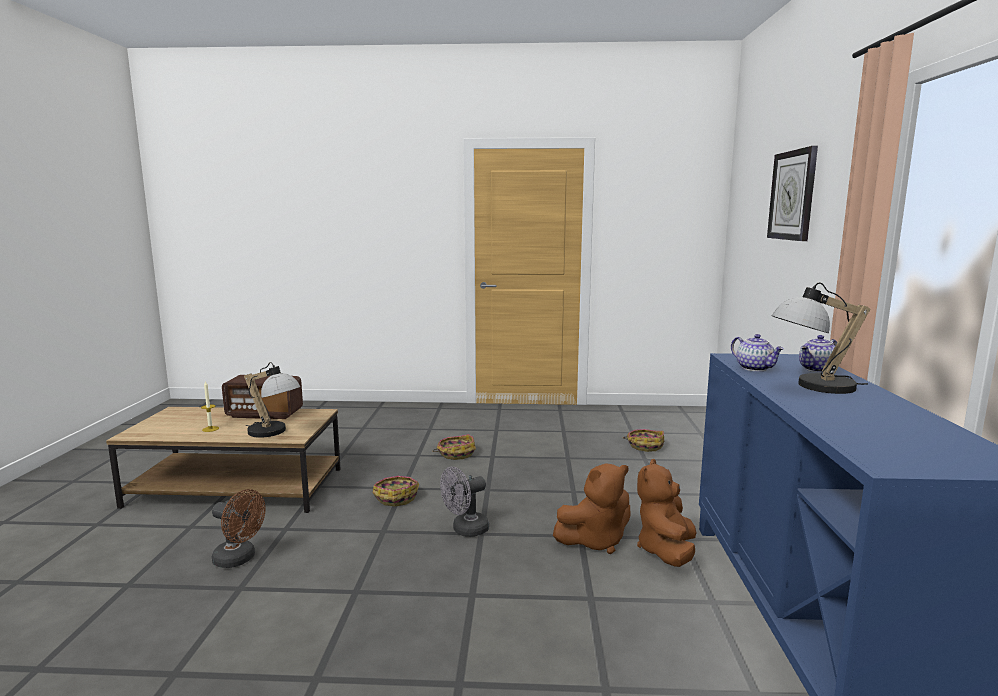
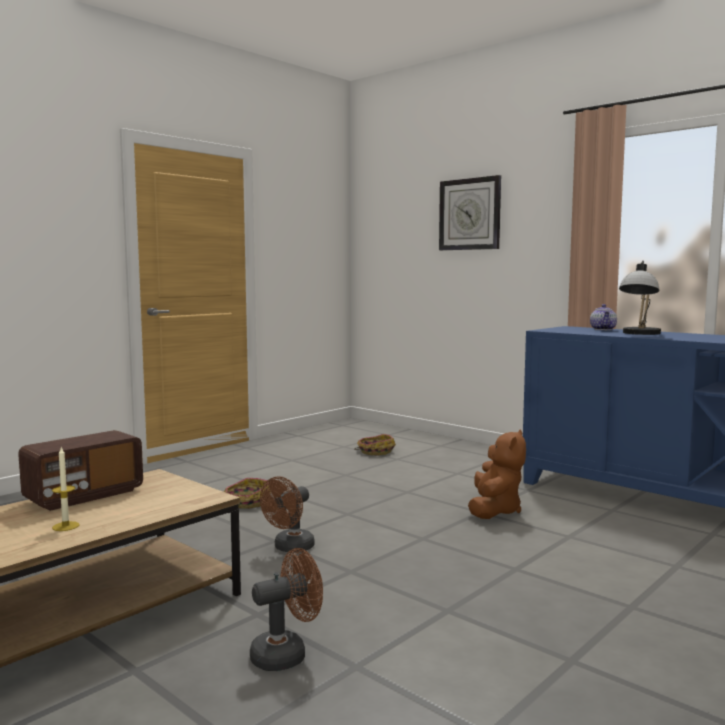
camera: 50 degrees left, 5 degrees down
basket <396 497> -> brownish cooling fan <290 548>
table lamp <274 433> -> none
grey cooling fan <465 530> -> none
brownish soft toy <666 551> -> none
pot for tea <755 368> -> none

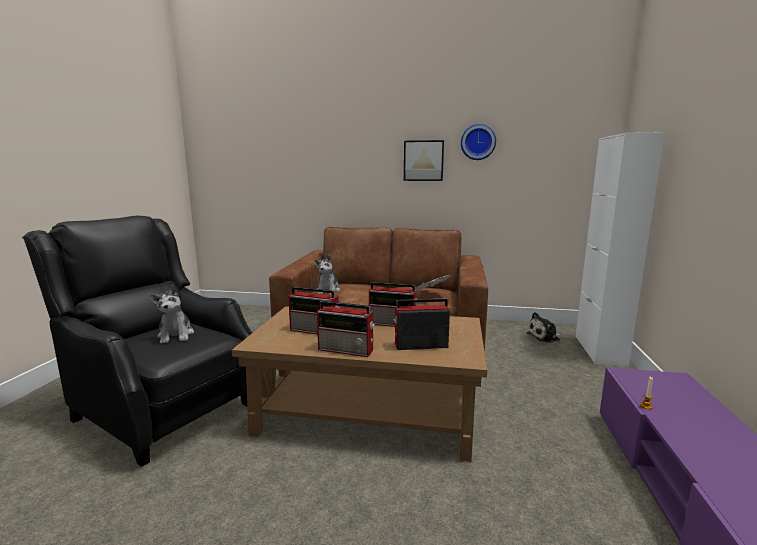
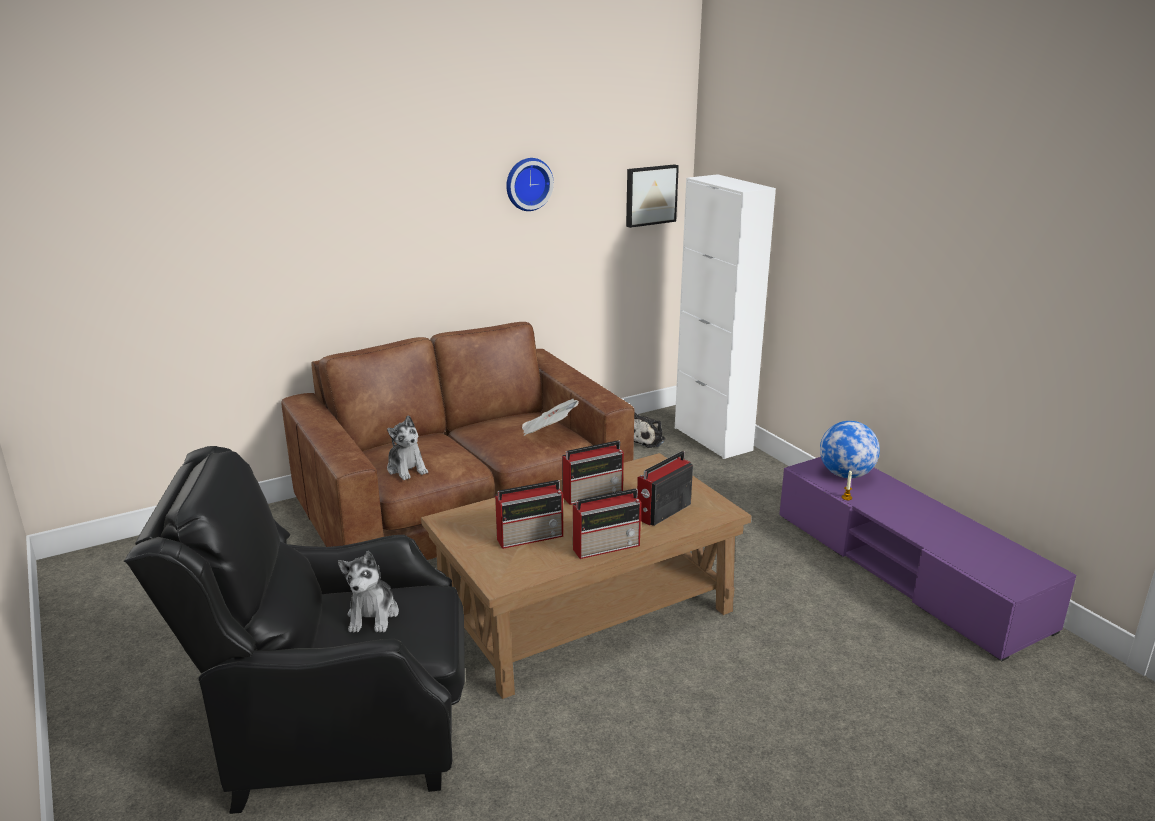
camera: 40 degrees left, 10 degrees up
soft toy <176 335> -> soft toy <373 615>, 60 degrees clockwise
wall picture <423 160> -> wall picture <650 195>, moved
none -> desk globe <846 475>

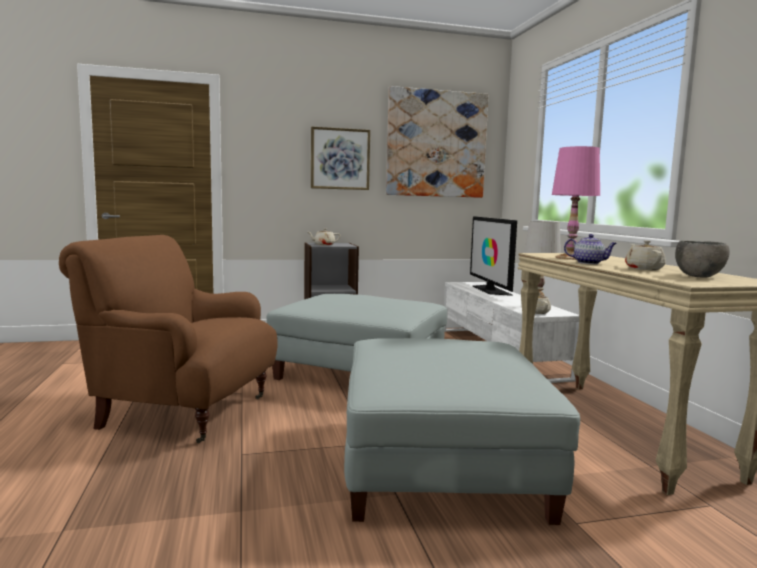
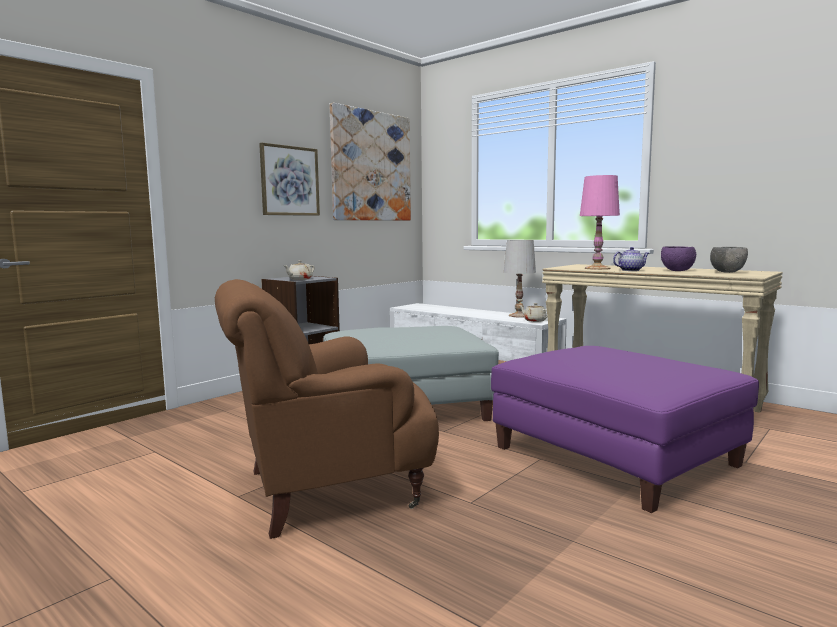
camera: 35 degrees left, 0 degrees up
grey footrest <439 464> -> purplish footrest <613 456>
sand-coloured pot for tea <643 269> -> purplish bowl <677 271>
TV <490 290> -> none

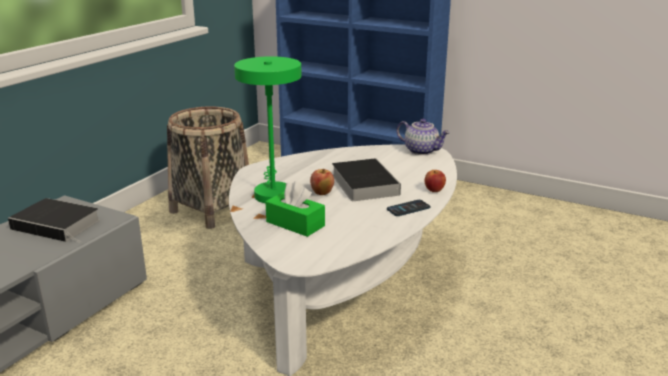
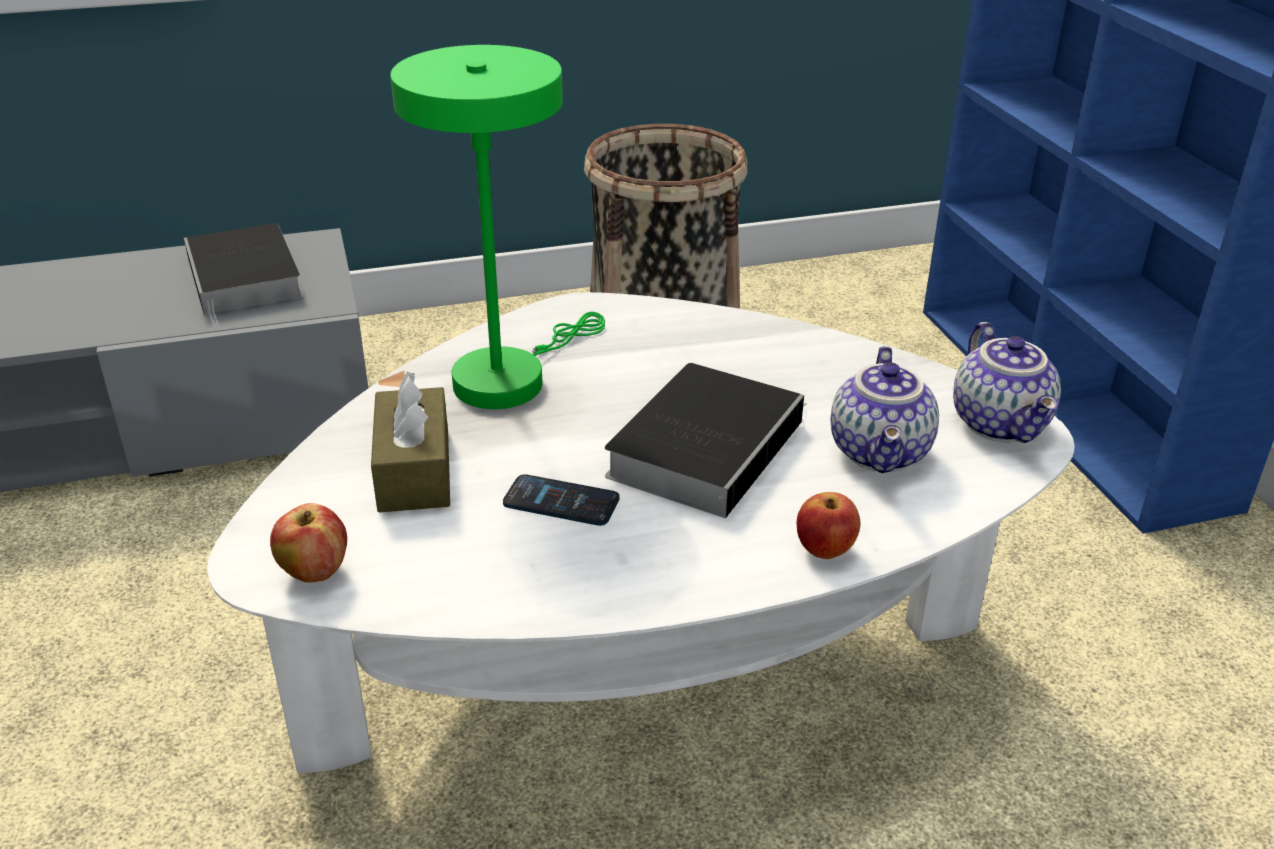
camera: 45 degrees right, 10 degrees up
whole apple <322 193> -> whole apple <314 572>, moved
green tissue holder <295 224> -> brownish tissue holder <414 471>
phone <408 208> -> phone <561 502>, moved
none -> pot for tea <882 453>

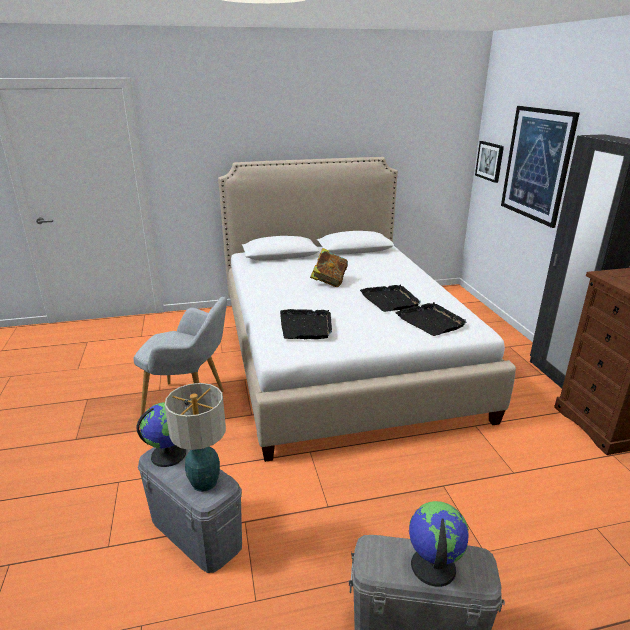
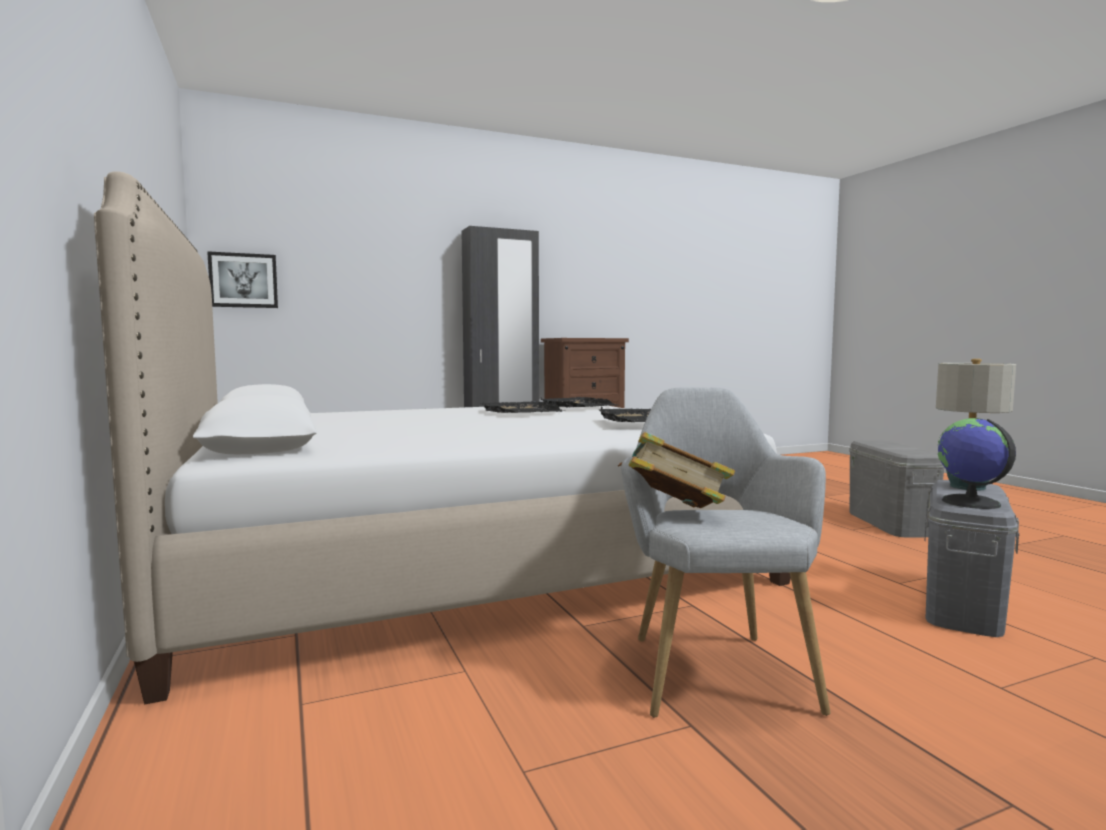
camera: 100 degrees left, 20 degrees down
bound book <329 282> -> bound book <672 514>, moved
desk globe <432 566> -> none
wall picture <536 164> -> none

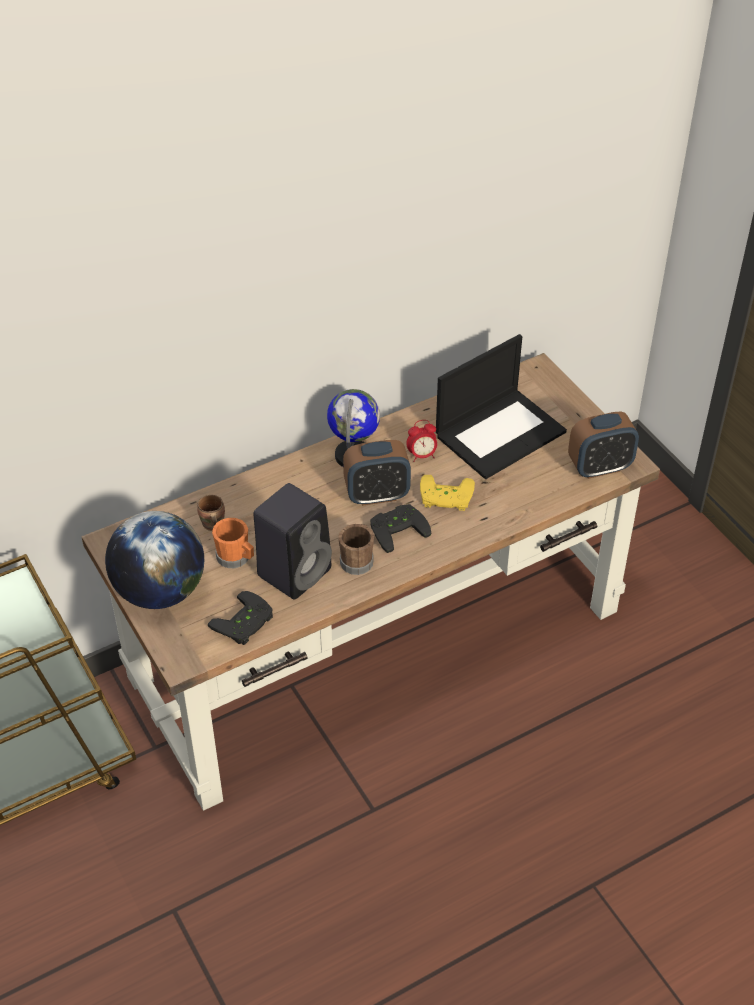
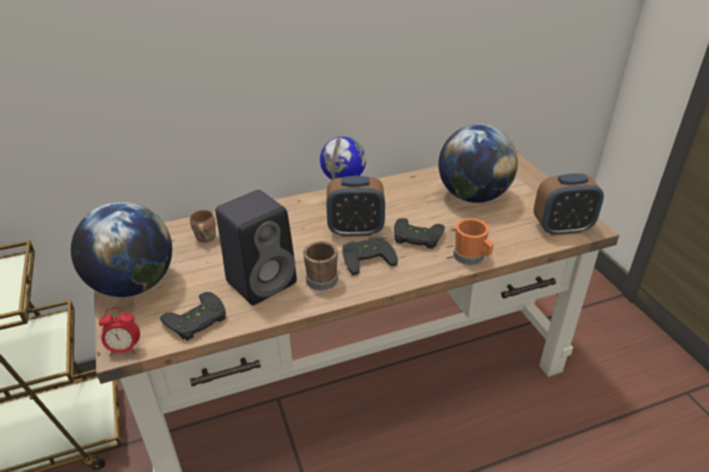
camera: 10 degrees right, 10 degrees down
alarm clock <422 455> -> alarm clock <124 349>, moved
yellow gamepad <445 498> -> black-coloured gamepad <416 238>
portable computer <500 432> -> desk globe <473 196>
orange-coloured tea mug <236 558> -> orange-coloured tea mug <471 257>, moved

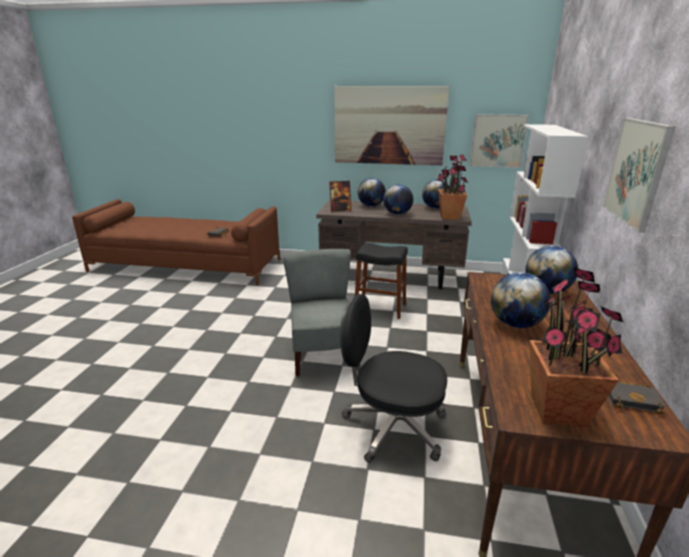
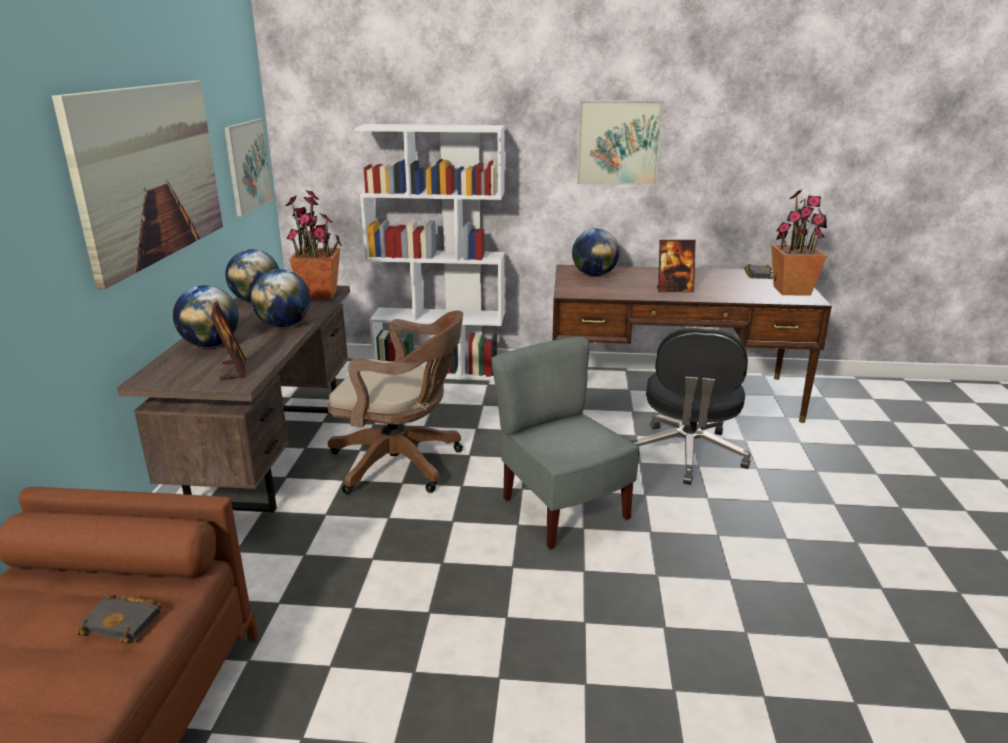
camera: 95 degrees left, 0 degrees up
black-coloured stool <380 308> -> brownish office chair <402 464>
grey chair <323 355> -> grey chair <562 510>, 75 degrees clockwise
desk globe <515 324> -> photo frame <674 290>

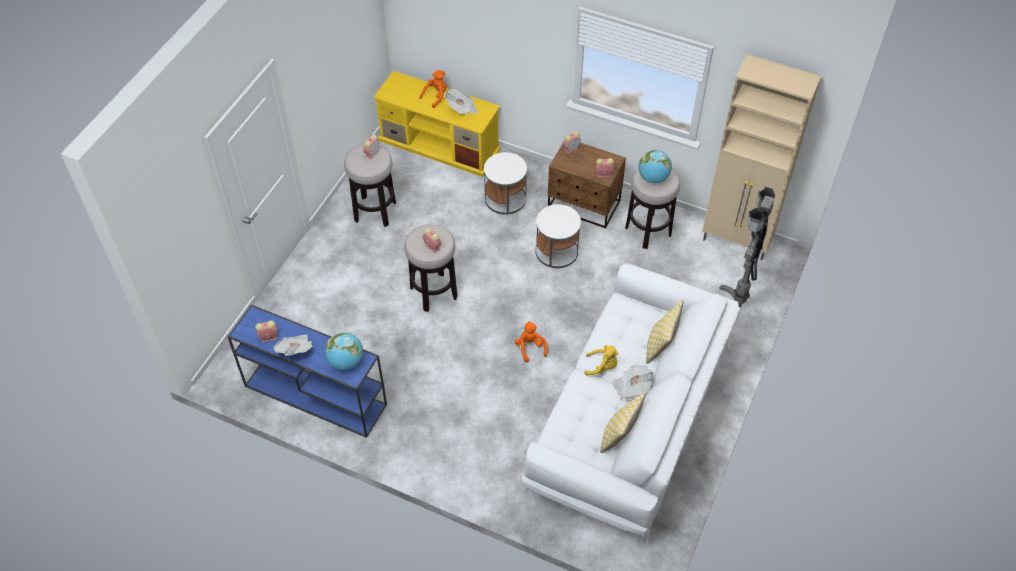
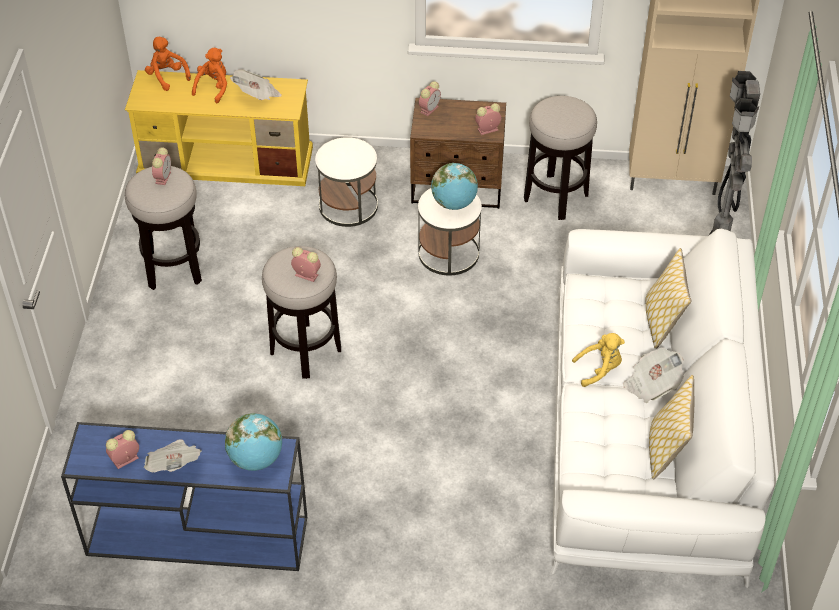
camera: 20 degrees left, 5 degrees down
orange-coloured soft toy <530 348> -> orange-coloured soft toy <167 76>, moved
desk globe <653 178> -> desk globe <454 203>, moved

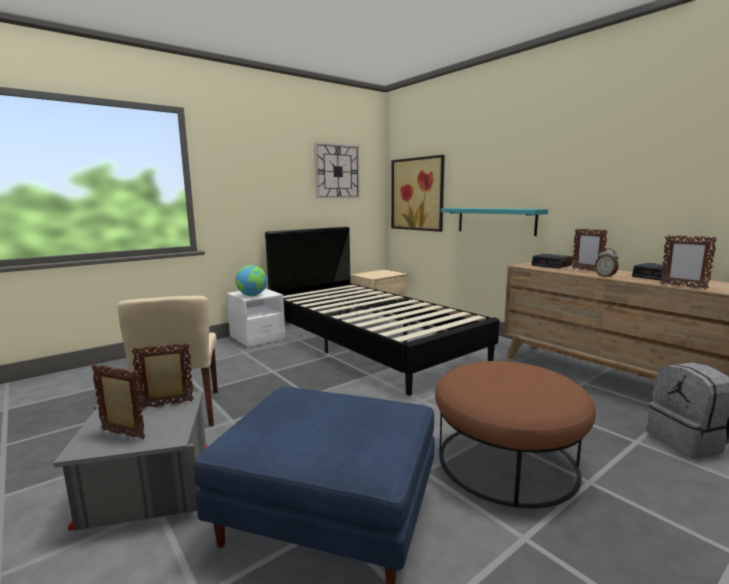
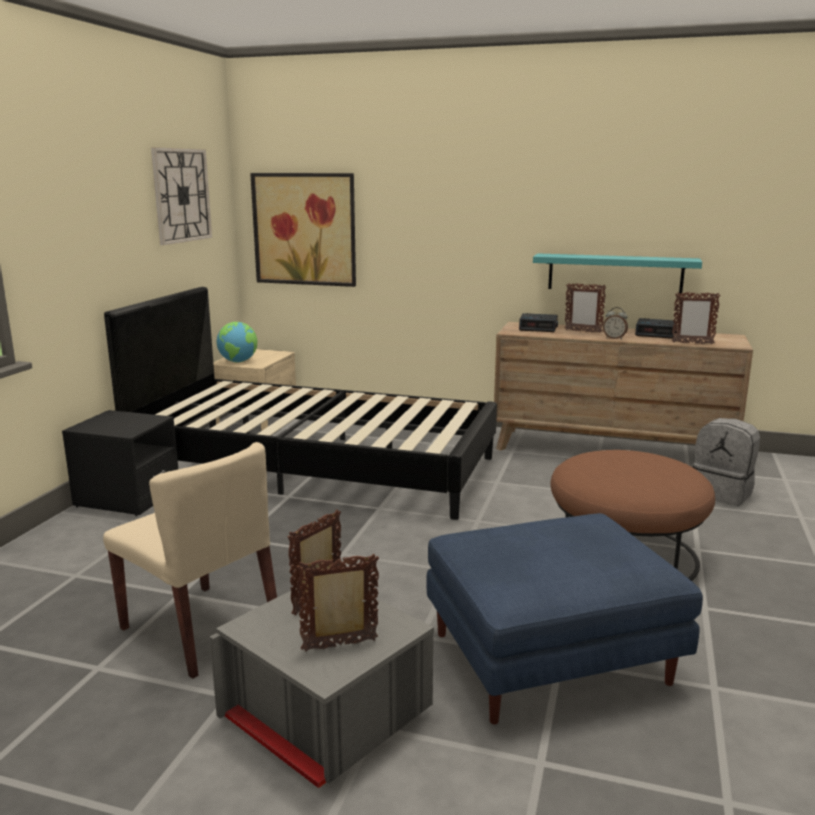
camera: 35 degrees left, 5 degrees up
white-coloured night table <257 338> -> black-coloured night table <127 498>
desk globe <252 295> -> desk globe <238 361>, moved
blue-green wall shelf <495 220> -> blue-green wall shelf <615 273>, moved

